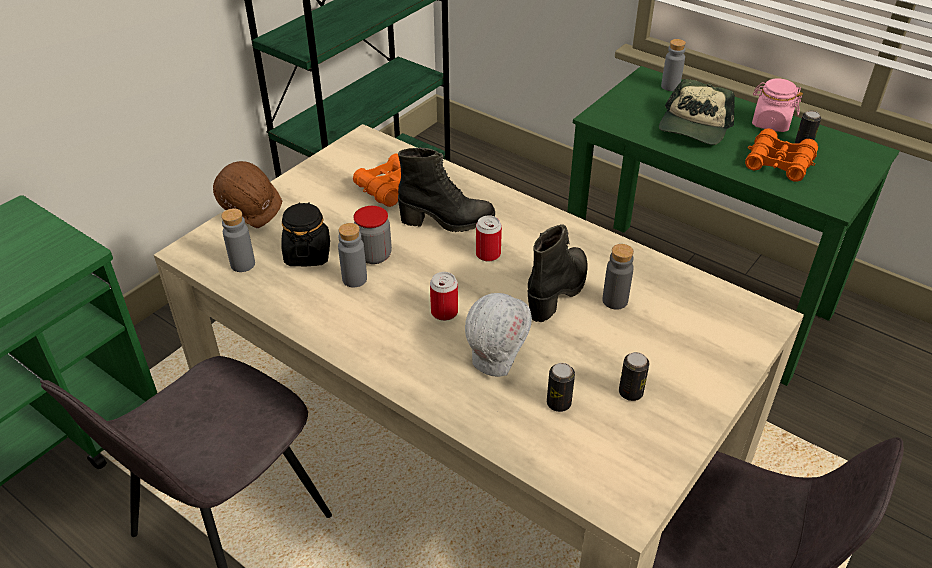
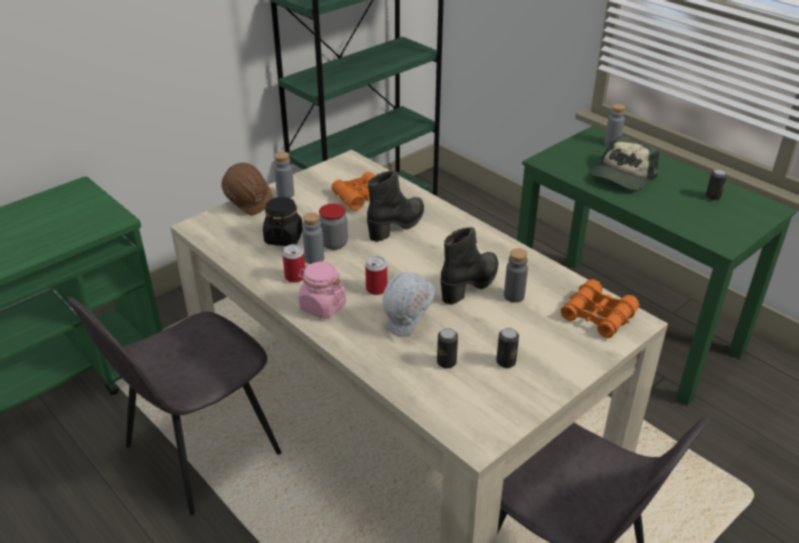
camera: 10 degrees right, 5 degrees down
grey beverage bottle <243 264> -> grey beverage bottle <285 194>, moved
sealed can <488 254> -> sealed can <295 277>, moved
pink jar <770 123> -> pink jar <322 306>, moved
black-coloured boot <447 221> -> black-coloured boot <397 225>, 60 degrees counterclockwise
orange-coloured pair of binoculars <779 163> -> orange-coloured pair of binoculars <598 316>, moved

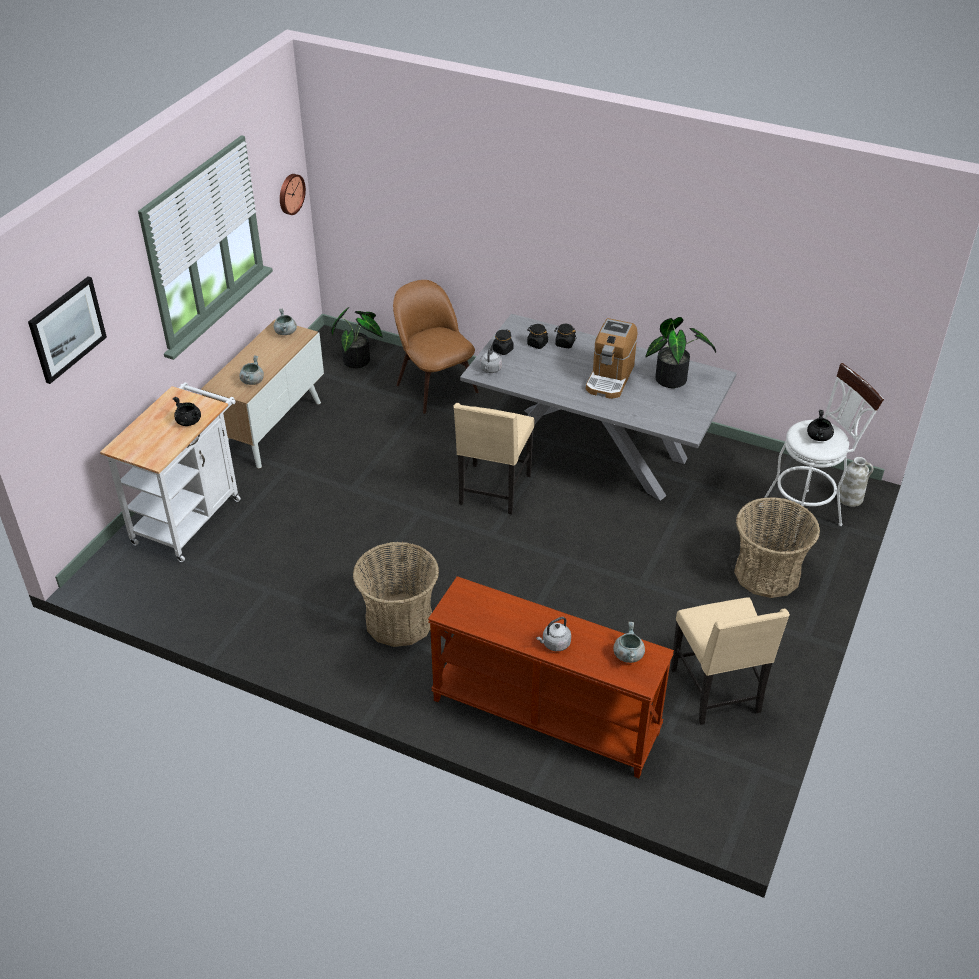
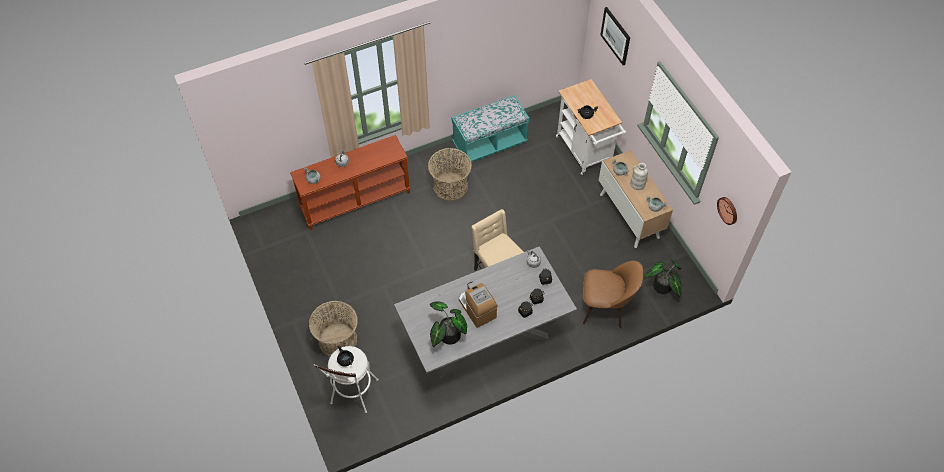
camera: 130 degrees right, 15 degrees up
none -> blue-green long seat <489 143>
white-coloured vase <850 498> -> white-coloured vase <637 184>, moved
sand-coloured chair <717 692> -> none

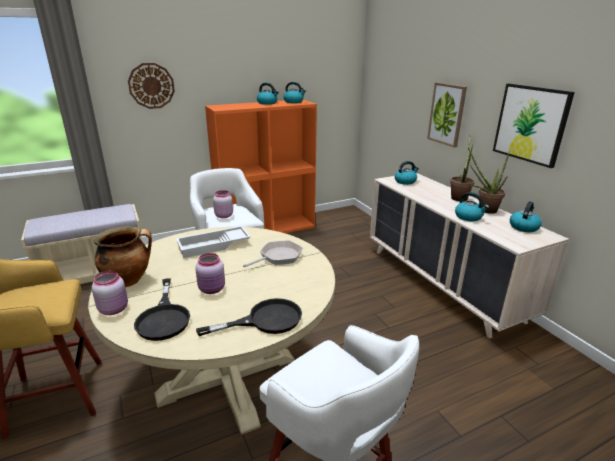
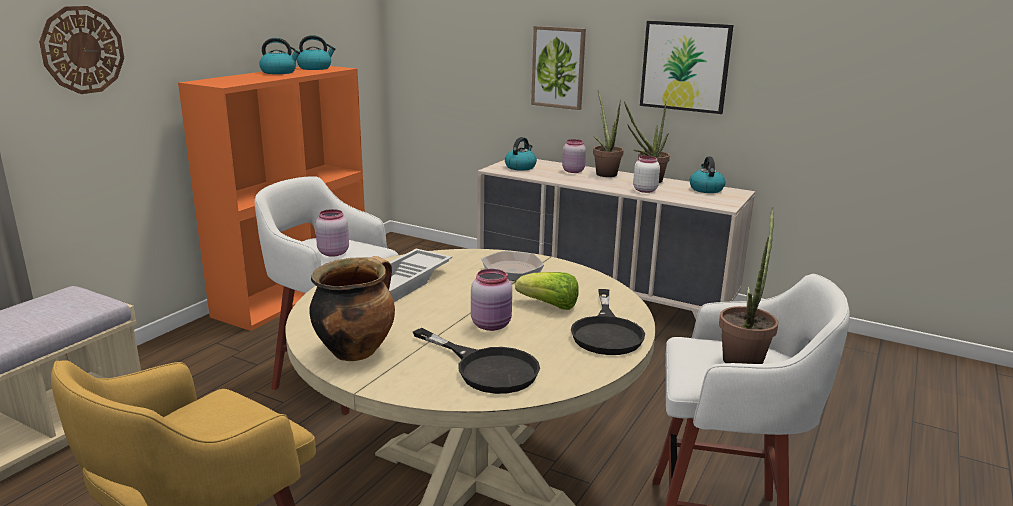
camera: 35 degrees left, 5 degrees down
none -> lettuce head <549 305>
pink jar <114 309> -> pink jar <573 171>, moved
black-coloured frying pan <265 320> -> black-coloured frying pan <606 332>, 150 degrees clockwise
tea kettle <469 217> -> white-coloured jar <644 190>
none -> potted plant <744 357>

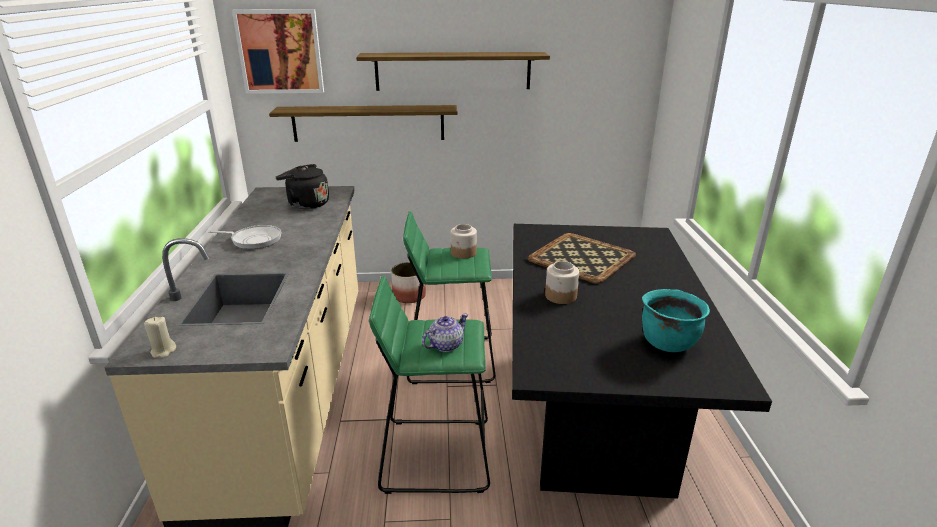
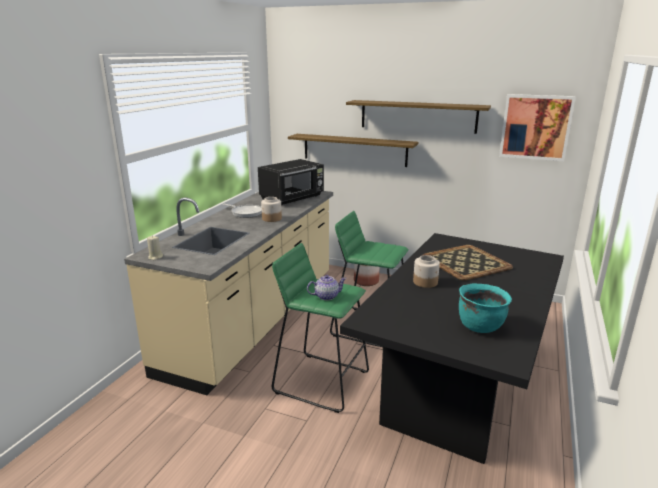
camera: 25 degrees right, 5 degrees down
black-coloured tea kettle <306 204> -> black-coloured kitchen microwave <293 198>
jar <463 253> -> jar <271 219>, moved
wall picture <280 52> -> wall picture <535 127>, moved

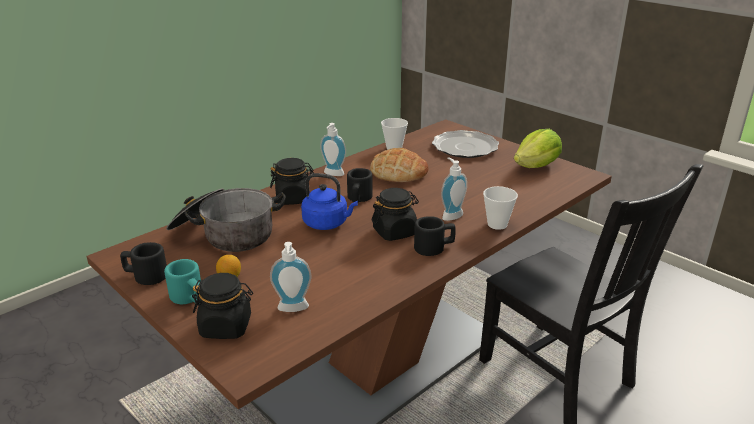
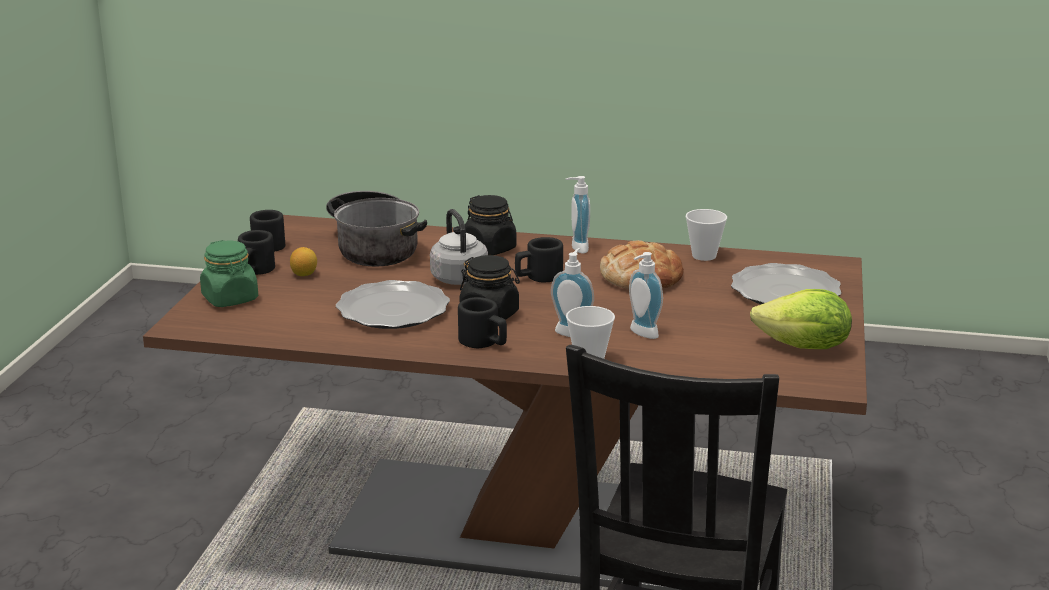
camera: 55 degrees right, 5 degrees down
black-coloured jar <226 326> -> green jar <230 299>
blue-green tea mug <189 298> -> black-coloured tea mug <255 271>
none -> dinner plate <394 310>
blue tea kettle <327 223> -> grey tea kettle <460 280>
soap dispenser <293 309> -> soap dispenser <641 334>, moved

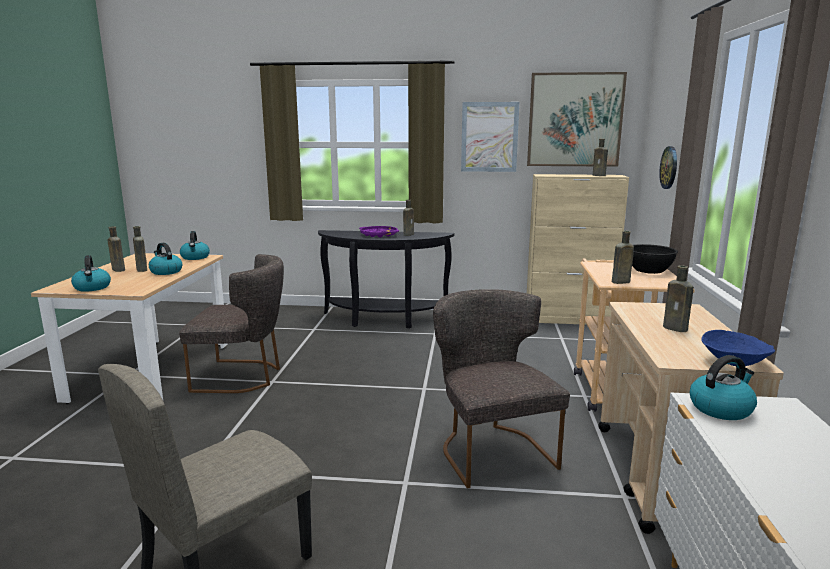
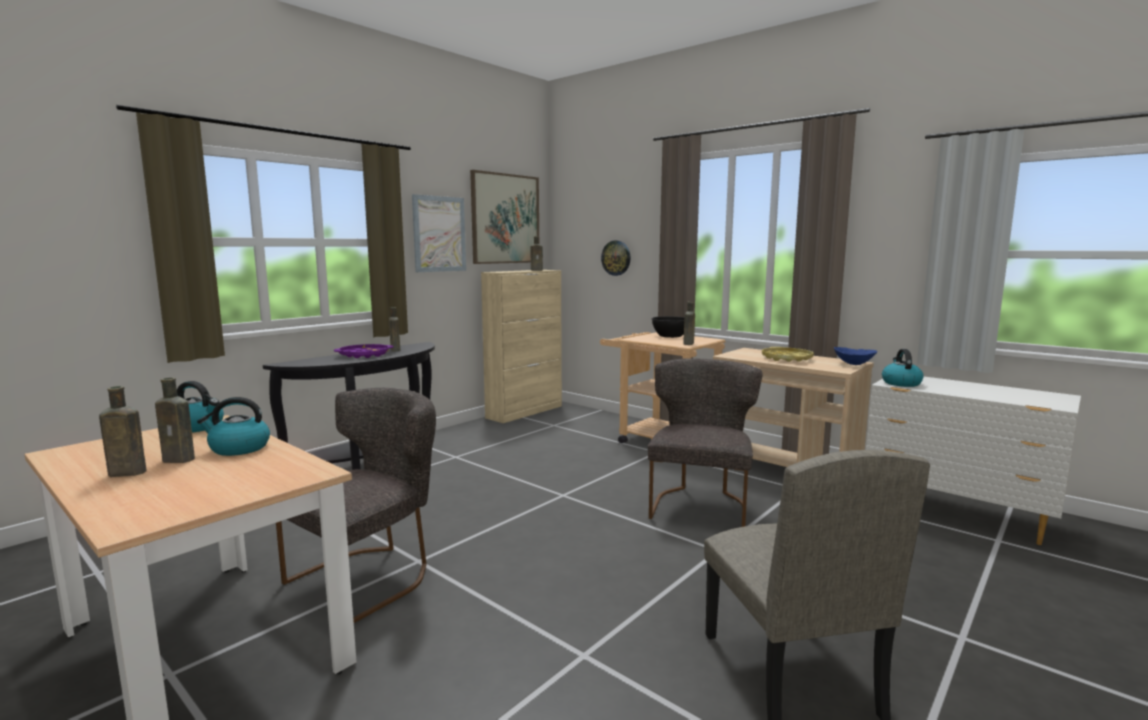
camera: 55 degrees left, 5 degrees down
grey chair <491 449> -> grey chair <700 504>, 90 degrees clockwise
brownish beverage bottle <677 329> -> yellow carrying tray <786 358>
tea kettle <92 288> -> none

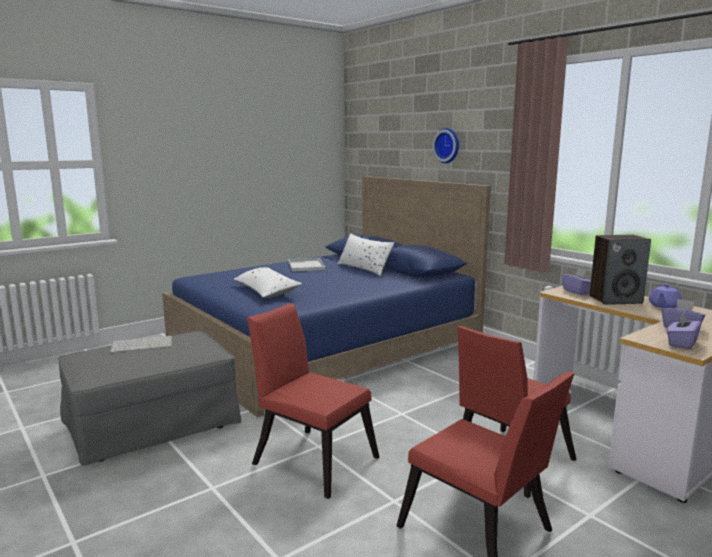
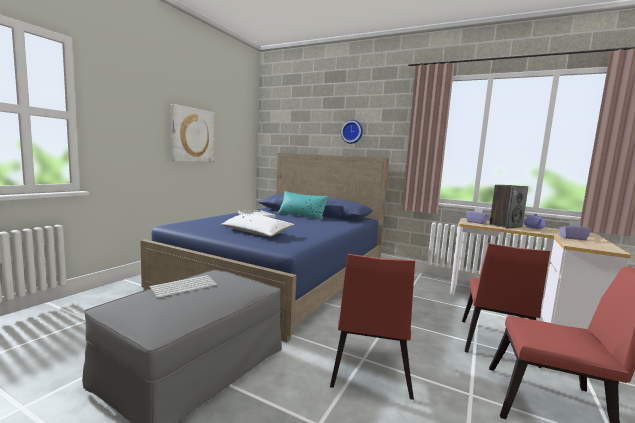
camera: 25 degrees left, 5 degrees down
none -> wall picture <192 135>
white-coloured pillow <364 268> -> blue-green pillow <302 216>
red-coloured chair <311 458> -> red-coloured chair <369 370>, 90 degrees counterclockwise
purplish tissue holder <681 343> -> none

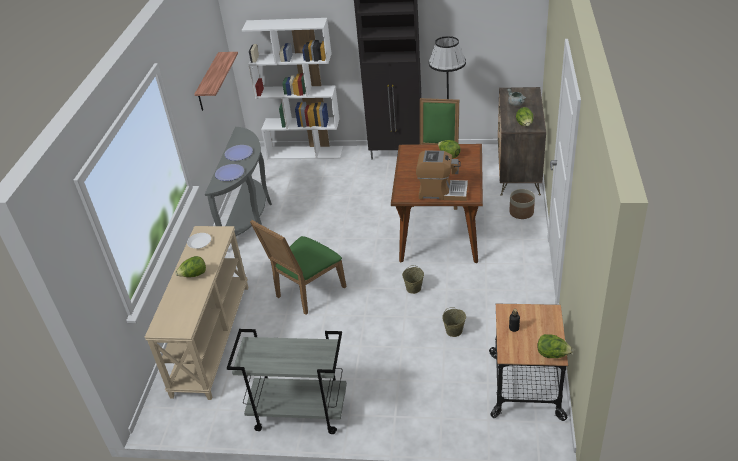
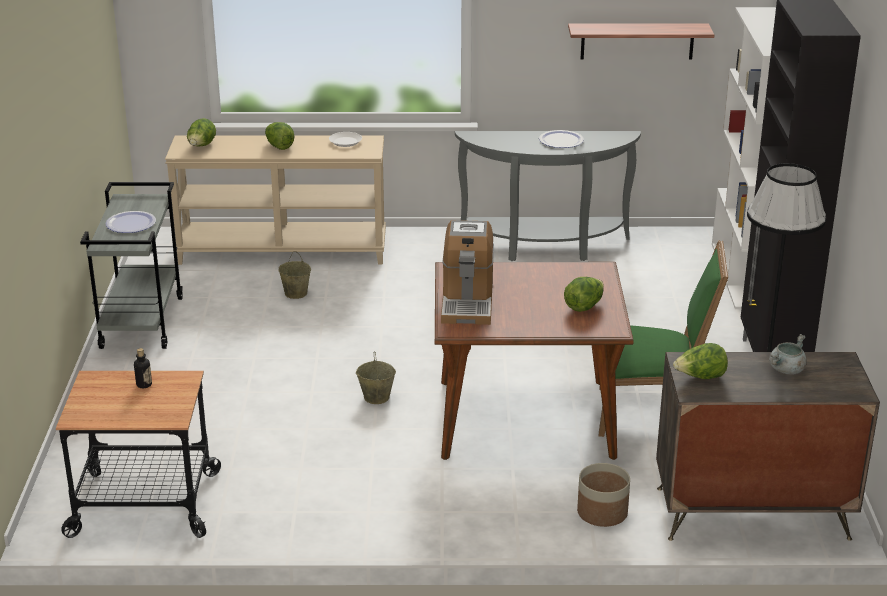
camera: 80 degrees right, 10 degrees down
dinner plate <229 173> -> dinner plate <131 223>, moved
lettuce head <552 354> -> lettuce head <201 146>, moved
sand-coloured water bucket <454 331> -> sand-coloured water bucket <295 293>, moved
green chair <306 293> -> none

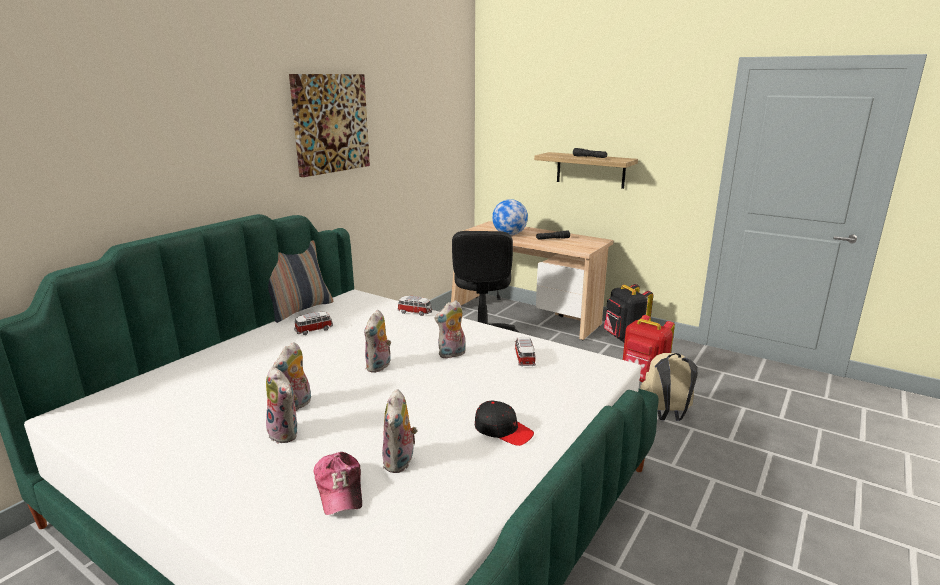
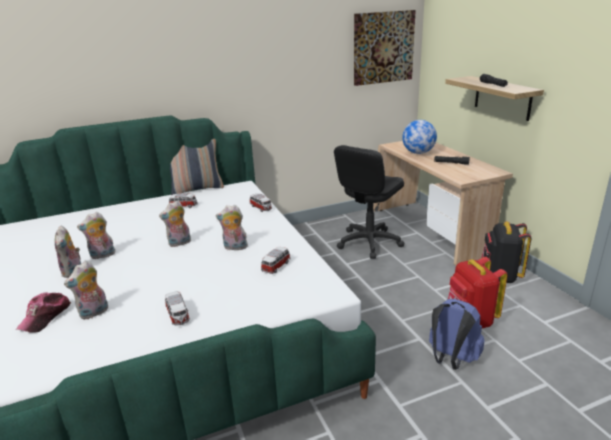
camera: 35 degrees right, 5 degrees up
black-coloured baseball cap <503 430> -> model car <178 315>
wall picture <330 123> -> wall picture <383 47>, moved
sand-coloured knapsack <665 414> -> blue knapsack <451 359>

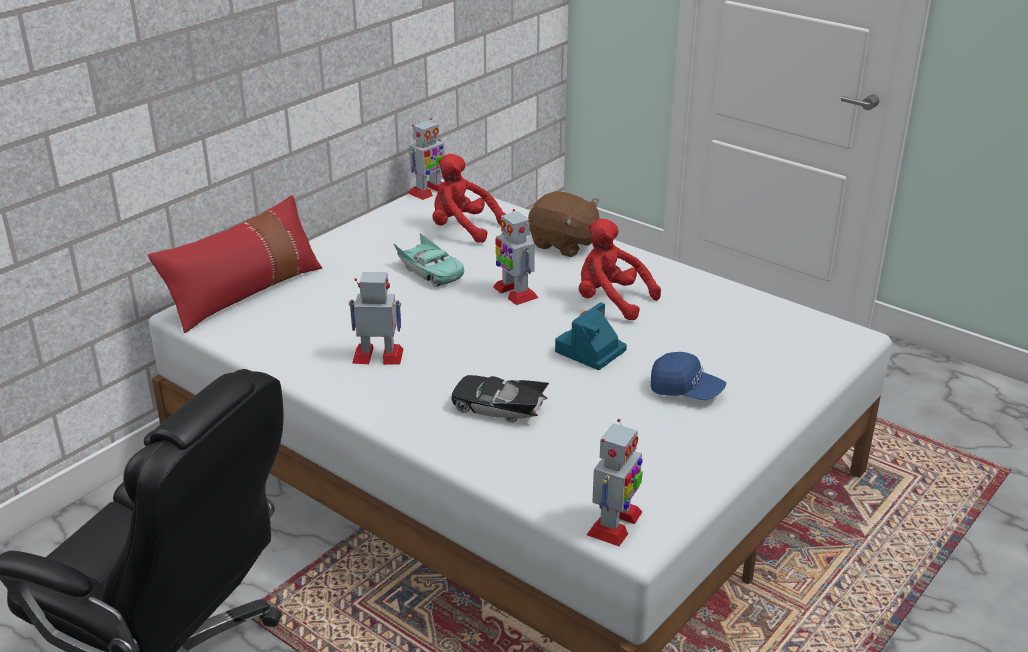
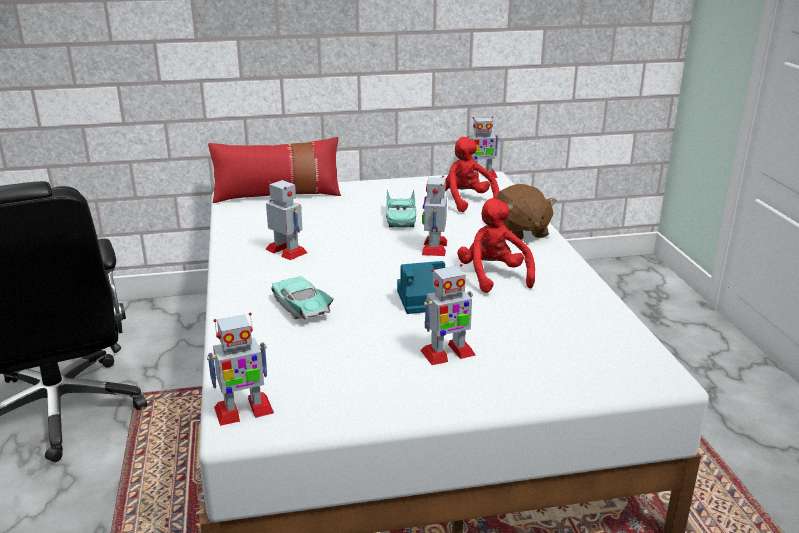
camera: 40 degrees right, 5 degrees down
black-coloured model car <498 408> -> blue-green model car <301 308>
blue baseball cap <686 390> -> model robot <447 353>

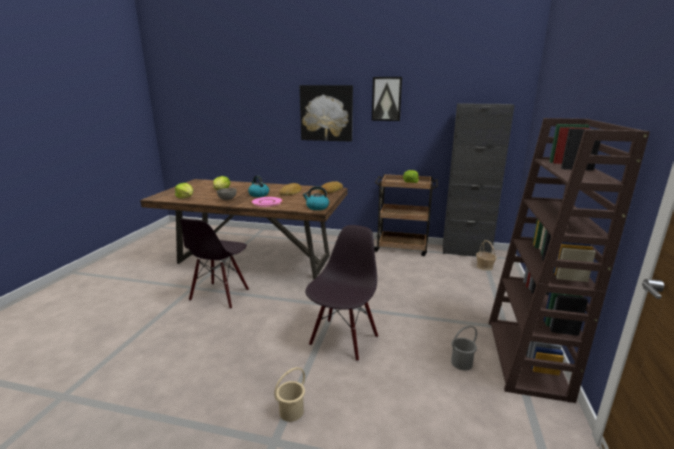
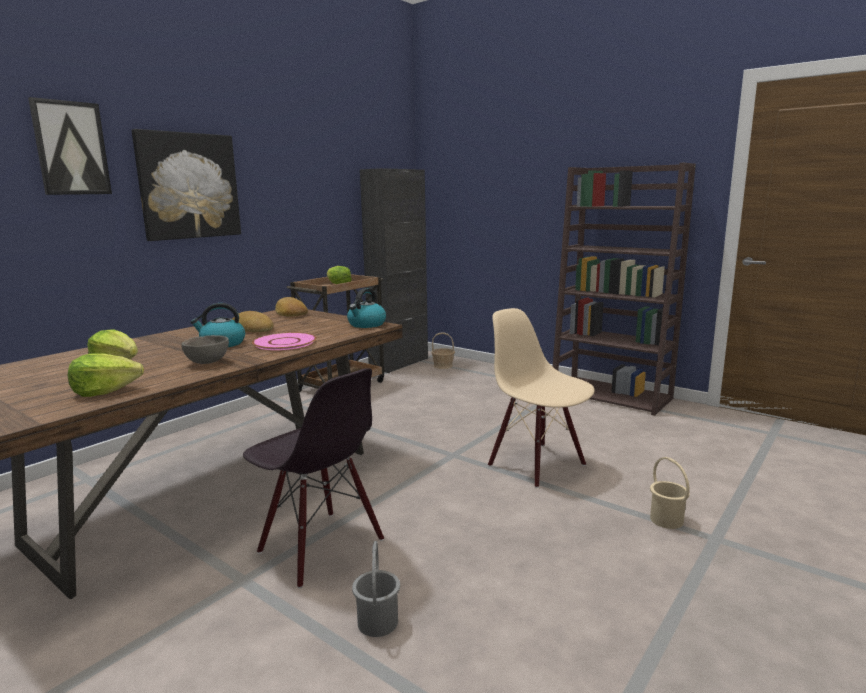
camera: 65 degrees left, 5 degrees down
wall picture <386 99> -> wall picture <71 148>, moved
grey water bucket <461 363> -> grey water bucket <377 622>, moved
black-coloured chair <343 339> -> sand-coloured chair <537 464>

